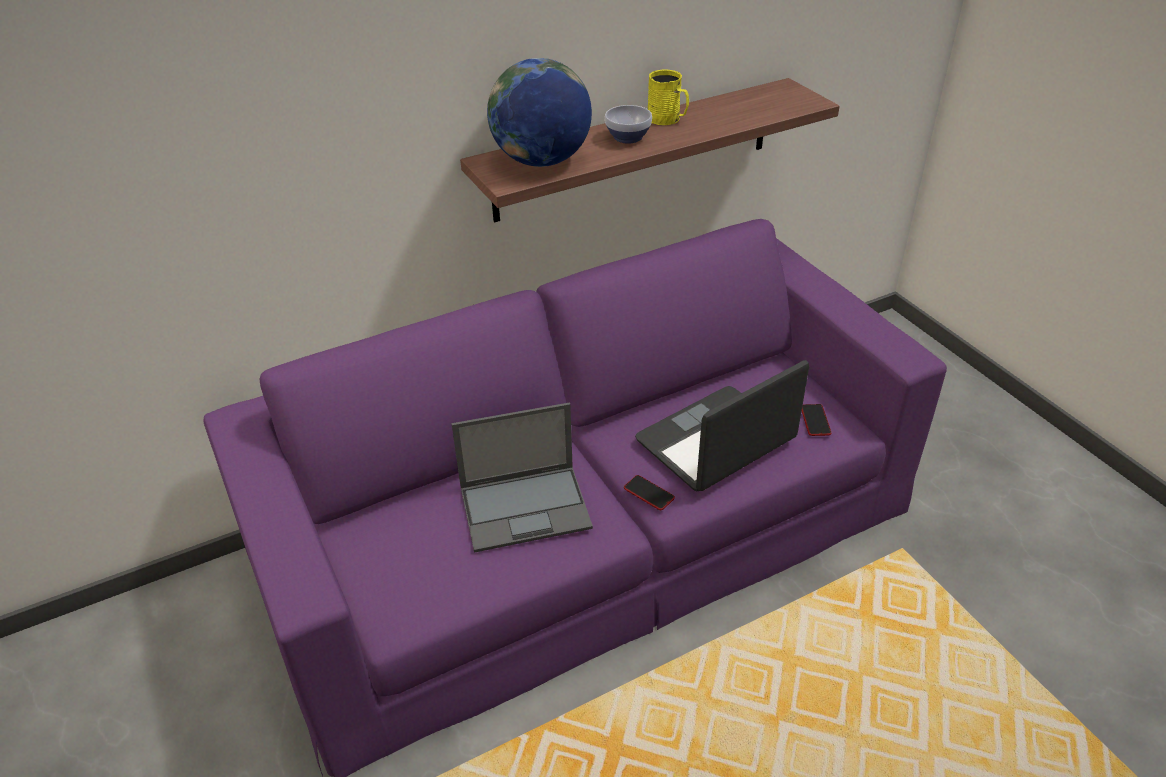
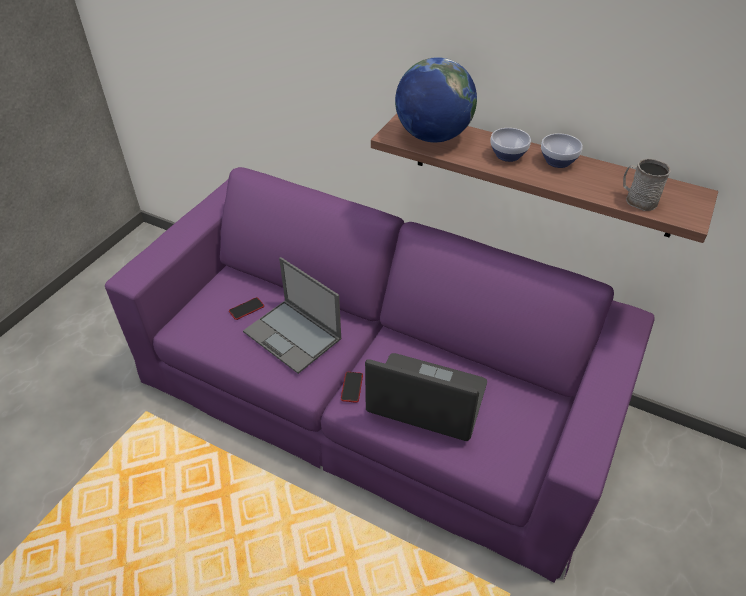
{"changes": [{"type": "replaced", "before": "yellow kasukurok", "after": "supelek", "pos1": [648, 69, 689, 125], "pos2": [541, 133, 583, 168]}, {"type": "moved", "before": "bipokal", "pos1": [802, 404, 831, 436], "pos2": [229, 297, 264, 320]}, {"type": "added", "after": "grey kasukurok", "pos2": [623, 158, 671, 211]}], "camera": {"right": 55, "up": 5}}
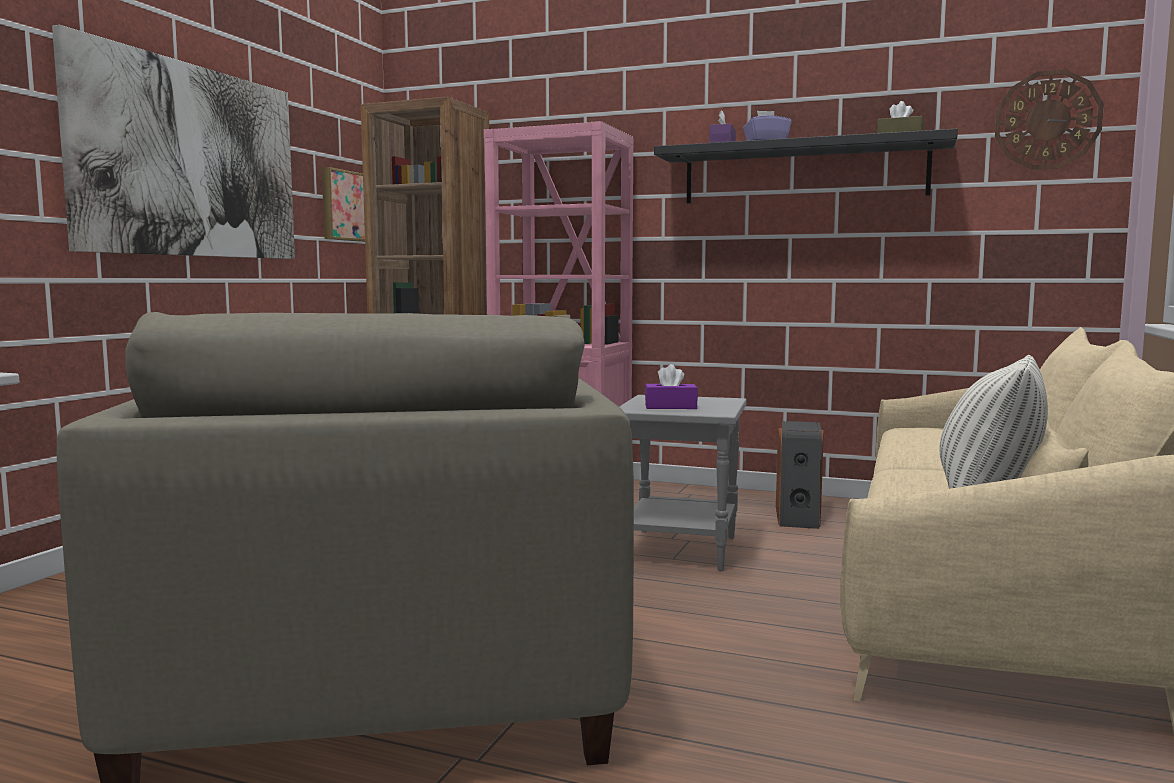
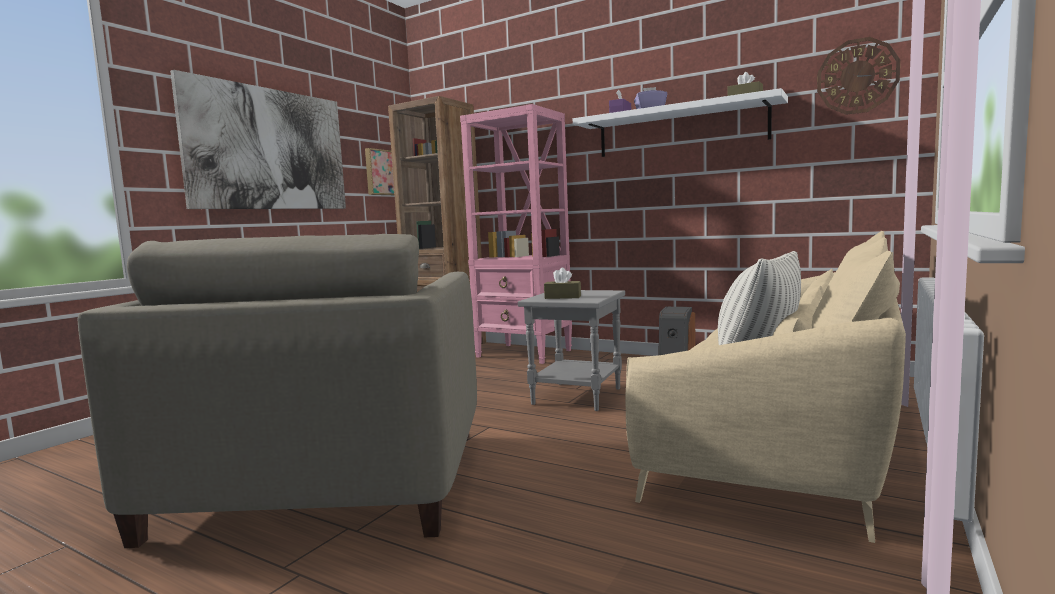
{"changes": [{"type": "recoloured", "before": "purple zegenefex", "after": "brown zegenefex", "pos1": [645, 364, 698, 409], "pos2": [544, 268, 581, 299]}, {"type": "recoloured", "before": "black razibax", "after": "white razibax", "pos1": [654, 129, 958, 203], "pos2": [573, 88, 788, 157]}], "camera": {"right": 10, "up": 0}}
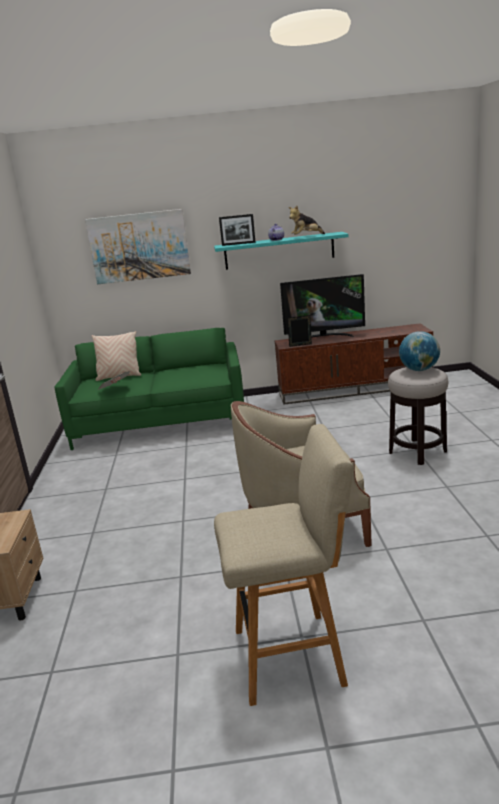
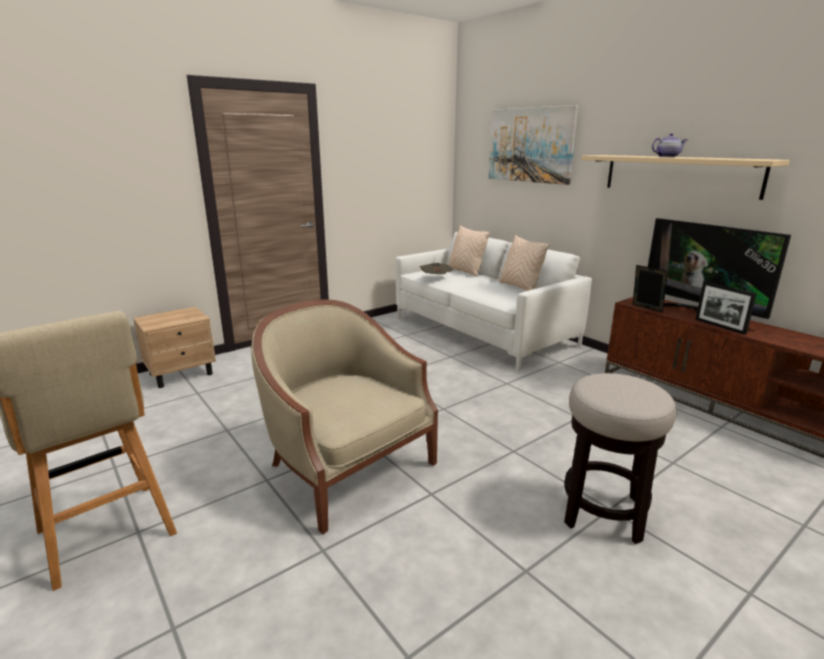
{"changes": [{"type": "recoloured", "before": "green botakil", "after": "white botakil", "pos1": [54, 328, 244, 450], "pos2": [396, 232, 592, 371]}, {"type": "recoloured", "before": "turquoise razibax", "after": "beige razibax", "pos1": [214, 232, 348, 270], "pos2": [581, 155, 789, 200]}, {"type": "moved", "before": "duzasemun", "pos1": [219, 214, 256, 246], "pos2": [695, 281, 757, 335]}, {"type": "removed", "before": "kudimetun", "pos1": [289, 206, 325, 235]}, {"type": "removed", "before": "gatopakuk", "pos1": [399, 331, 440, 371]}, {"type": "added", "after": "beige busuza", "pos2": [499, 235, 550, 291]}], "camera": {"right": 55, "up": 0}}
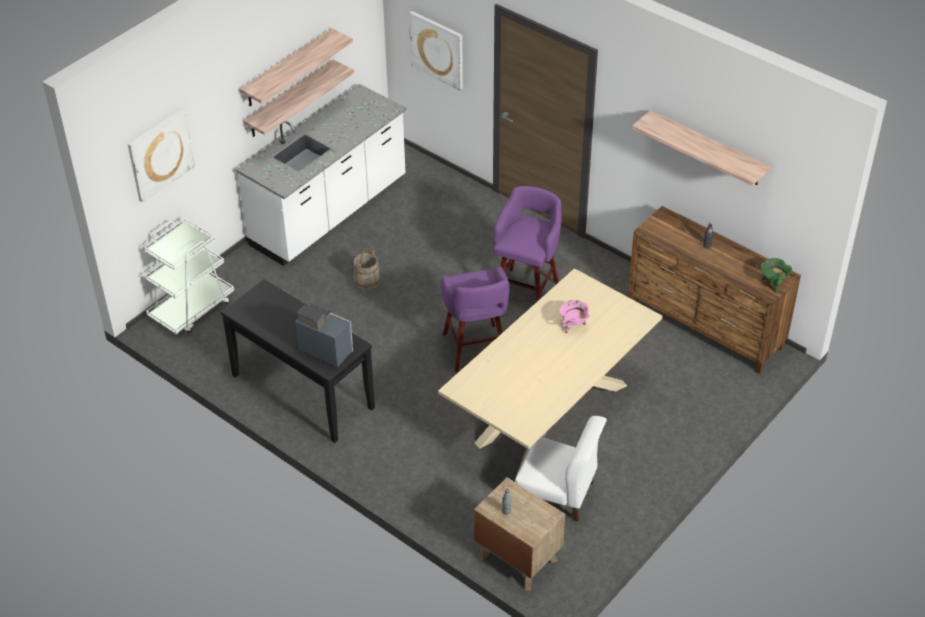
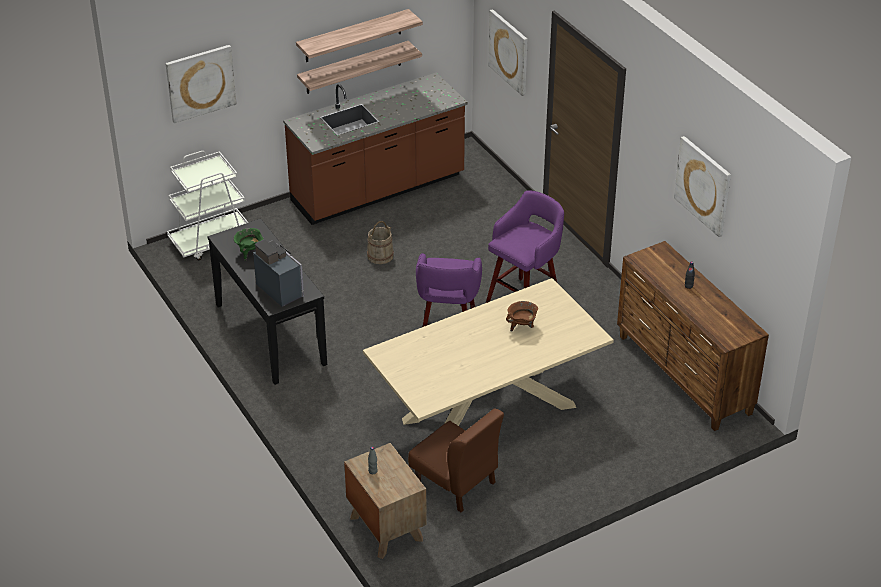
{"changes": [{"type": "recoloured", "before": "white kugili", "after": "brown kugili", "pos1": [236, 84, 407, 266], "pos2": [283, 73, 468, 225]}, {"type": "recoloured", "before": "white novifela", "after": "brown novifela", "pos1": [515, 416, 607, 521], "pos2": [408, 408, 504, 512]}, {"type": "recoloured", "before": "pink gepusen", "after": "brown gepusen", "pos1": [559, 300, 590, 333], "pos2": [506, 301, 538, 332]}, {"type": "replaced", "before": "razibax", "after": "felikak", "pos1": [632, 110, 771, 186], "pos2": [674, 136, 731, 237]}, {"type": "moved", "before": "green gepusen", "pos1": [761, 258, 792, 293], "pos2": [234, 228, 264, 261]}], "camera": {"right": 20, "up": -5}}
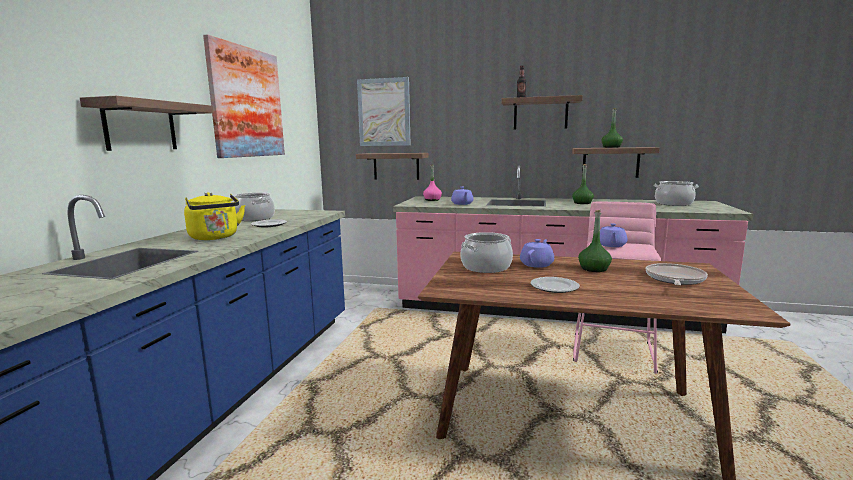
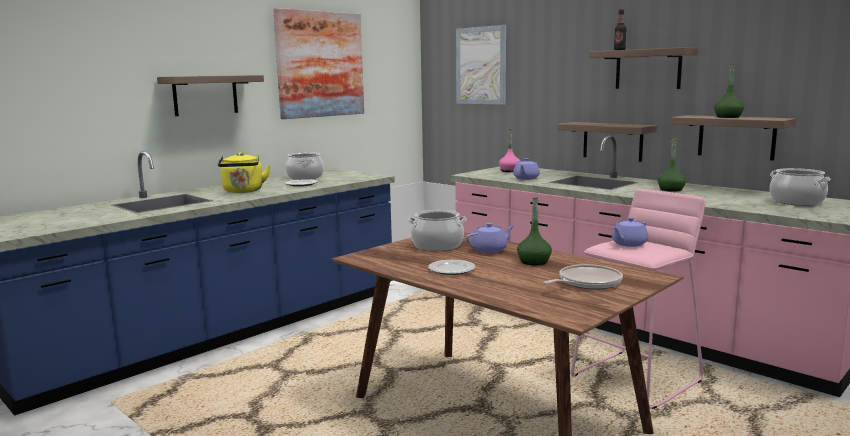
{"changes": [{"type": "moved", "before": "razibax", "pos1": [356, 153, 428, 180], "pos2": [557, 122, 657, 162]}], "camera": {"right": 30, "up": 0}}
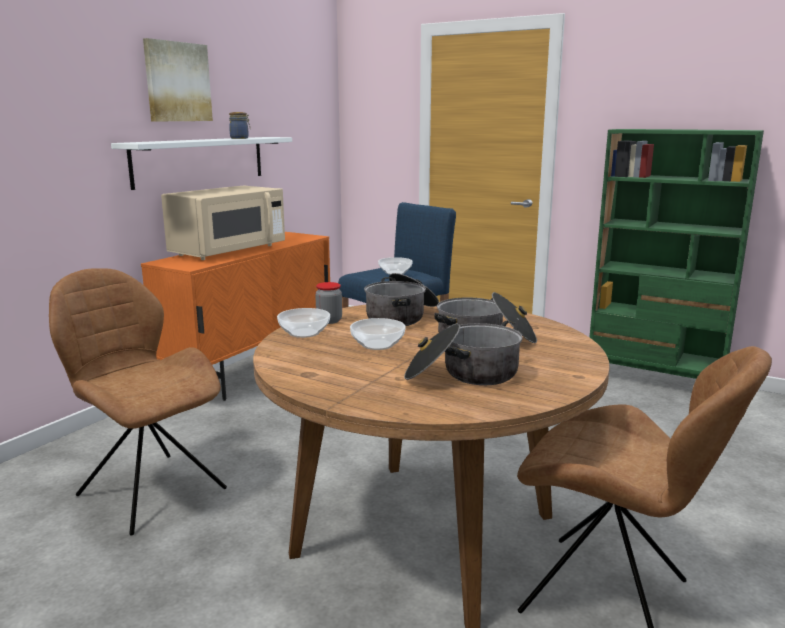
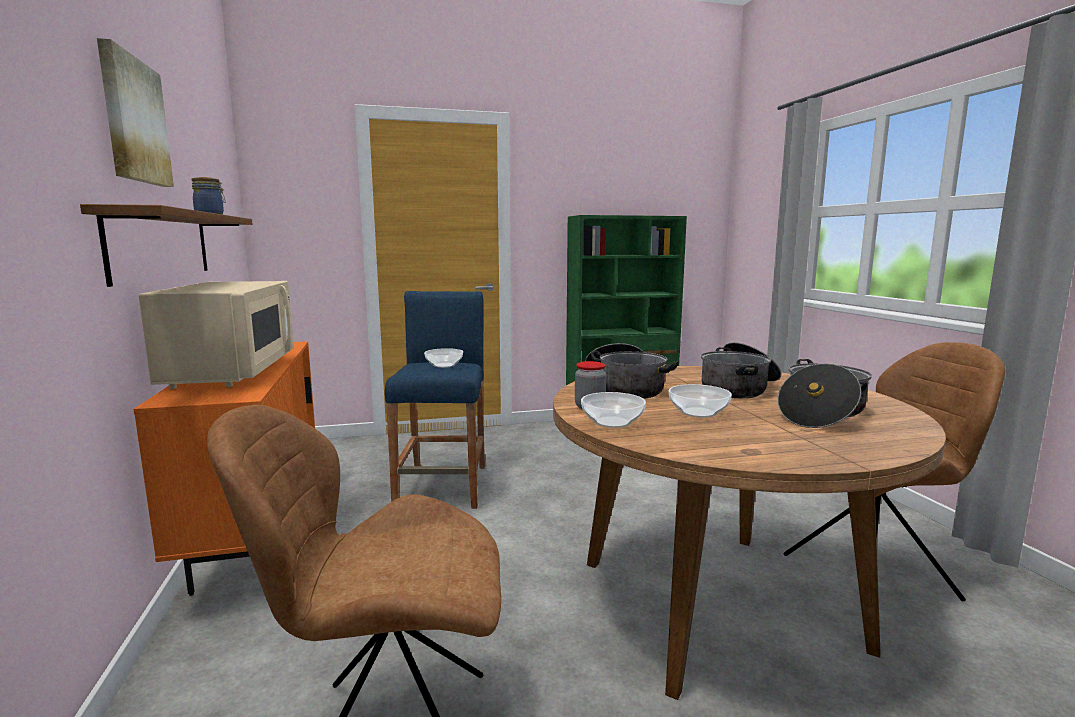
{"changes": [{"type": "recoloured", "before": "white razibax", "after": "brown razibax", "pos1": [111, 137, 292, 190], "pos2": [80, 204, 253, 287]}], "camera": {"right": -45, "up": -5}}
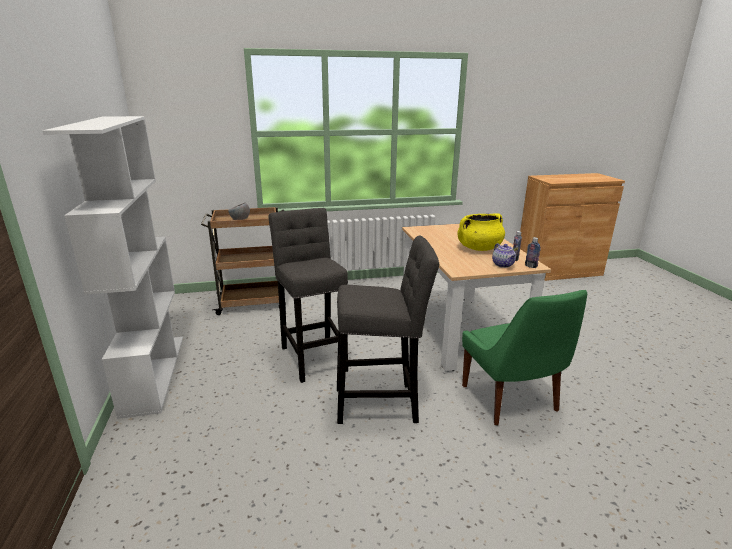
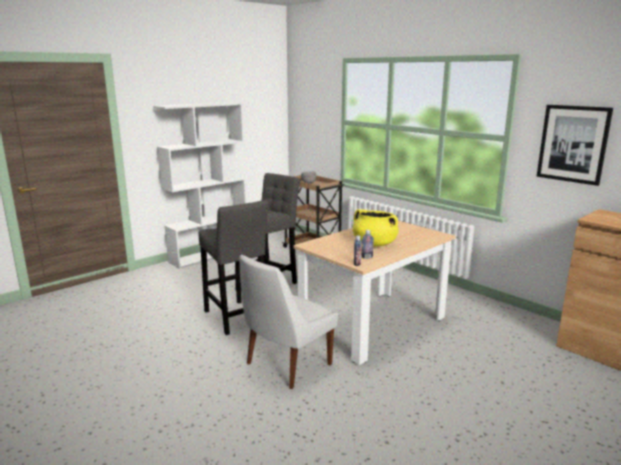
{"changes": [{"type": "recoloured", "before": "green novifela", "after": "white novifela", "pos1": [462, 290, 587, 425], "pos2": [239, 255, 338, 389]}, {"type": "removed", "before": "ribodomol", "pos1": [492, 243, 516, 268]}, {"type": "added", "after": "felikak", "pos2": [537, 105, 613, 186]}], "camera": {"right": 60, "up": -5}}
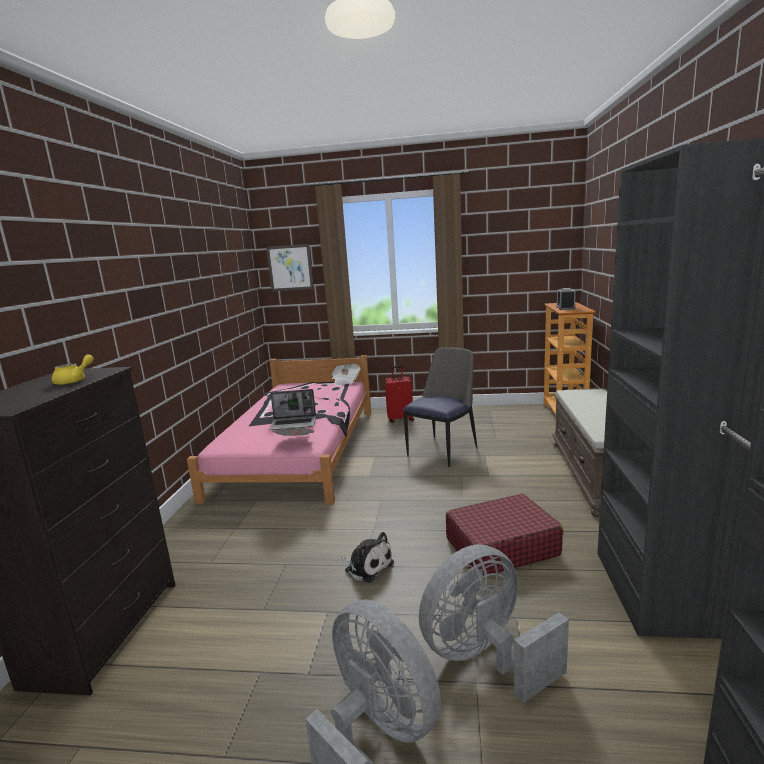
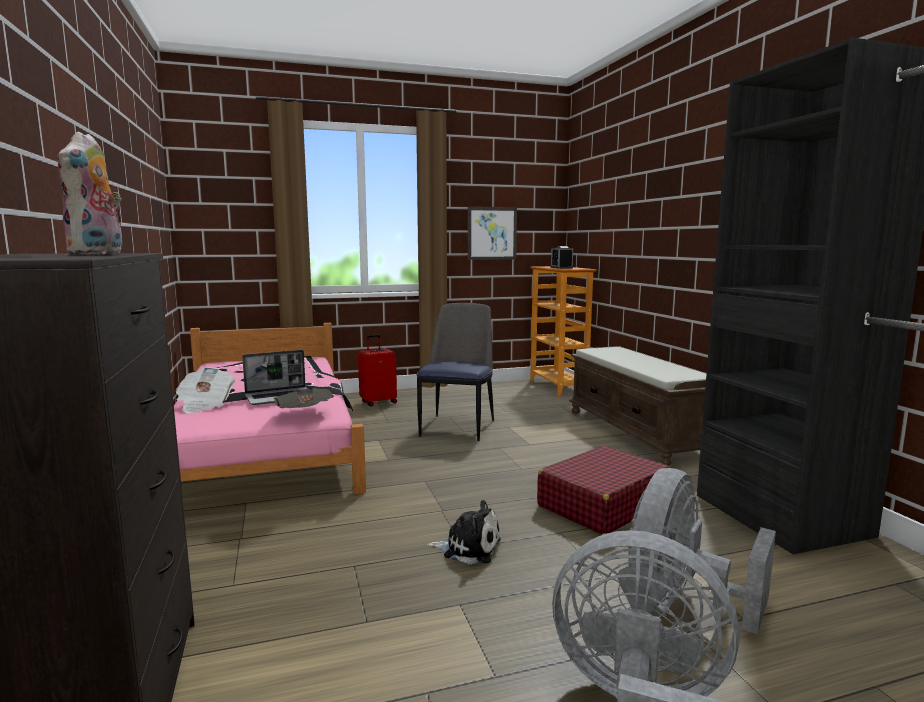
{"changes": [{"type": "replaced", "before": "yellow ribodomol", "after": "kudimetun", "pos1": [52, 354, 94, 385], "pos2": [58, 131, 122, 255]}, {"type": "moved", "before": "felikak", "pos1": [266, 244, 314, 291], "pos2": [468, 207, 517, 260]}, {"type": "moved", "before": "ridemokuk", "pos1": [332, 364, 361, 386], "pos2": [175, 367, 235, 413]}], "camera": {"right": -25, "up": -5}}
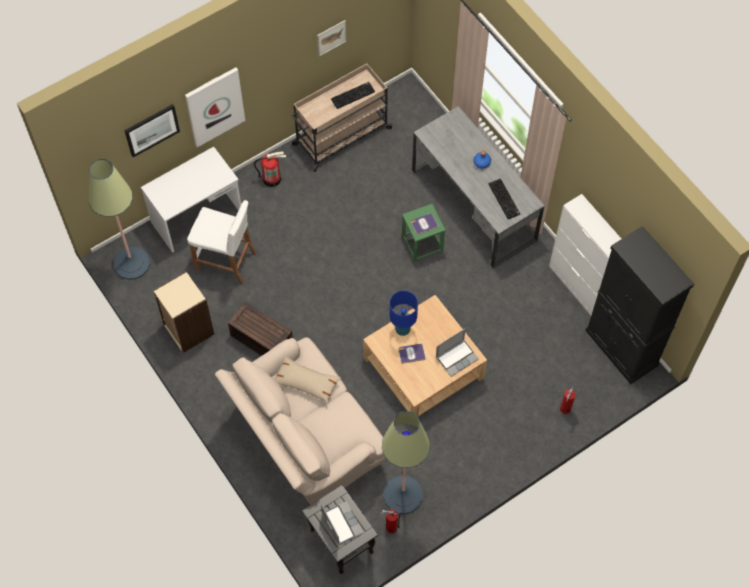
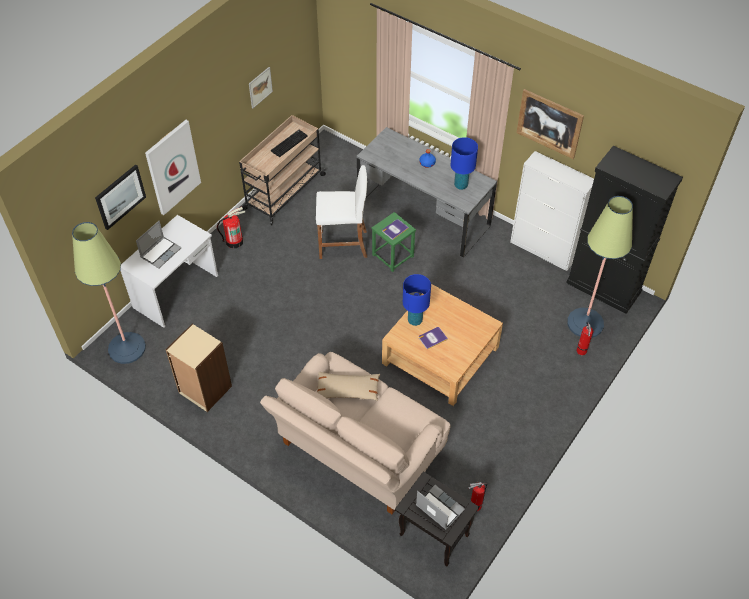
{"changes": [{"type": "moved", "before": "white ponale", "pos1": [187, 200, 256, 284], "pos2": [316, 165, 367, 259]}, {"type": "removed", "before": "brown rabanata", "pos1": [228, 302, 293, 356]}, {"type": "moved", "before": "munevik", "pos1": [382, 411, 430, 514], "pos2": [567, 196, 633, 338]}, {"type": "moved", "before": "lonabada", "pos1": [436, 328, 479, 377], "pos2": [136, 221, 181, 268]}, {"type": "replaced", "before": "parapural", "after": "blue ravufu", "pos1": [489, 179, 520, 219], "pos2": [451, 137, 478, 190]}, {"type": "added", "after": "felikak", "pos2": [516, 89, 584, 159]}], "camera": {"right": -20, "up": -10}}
